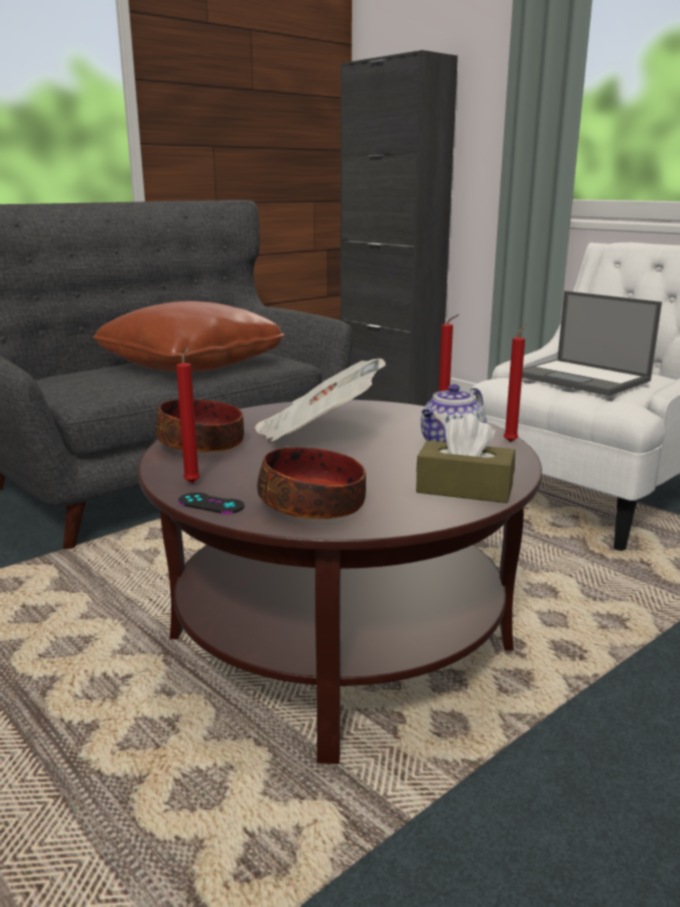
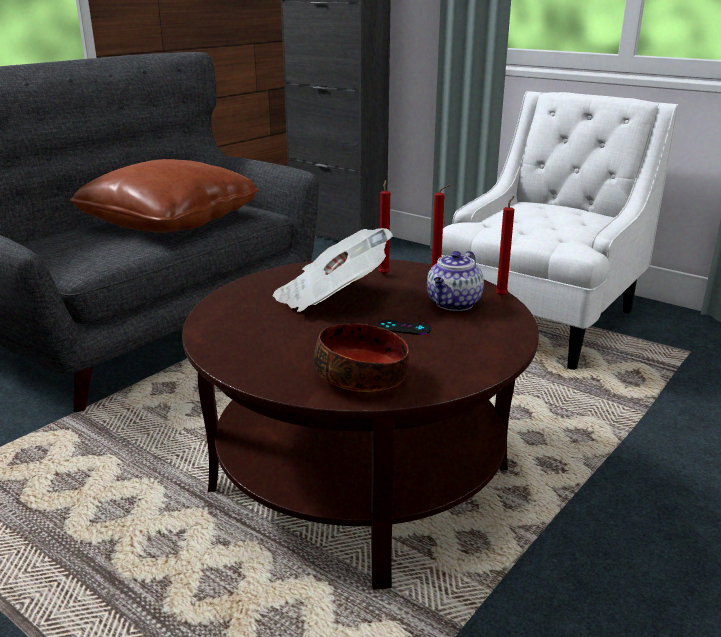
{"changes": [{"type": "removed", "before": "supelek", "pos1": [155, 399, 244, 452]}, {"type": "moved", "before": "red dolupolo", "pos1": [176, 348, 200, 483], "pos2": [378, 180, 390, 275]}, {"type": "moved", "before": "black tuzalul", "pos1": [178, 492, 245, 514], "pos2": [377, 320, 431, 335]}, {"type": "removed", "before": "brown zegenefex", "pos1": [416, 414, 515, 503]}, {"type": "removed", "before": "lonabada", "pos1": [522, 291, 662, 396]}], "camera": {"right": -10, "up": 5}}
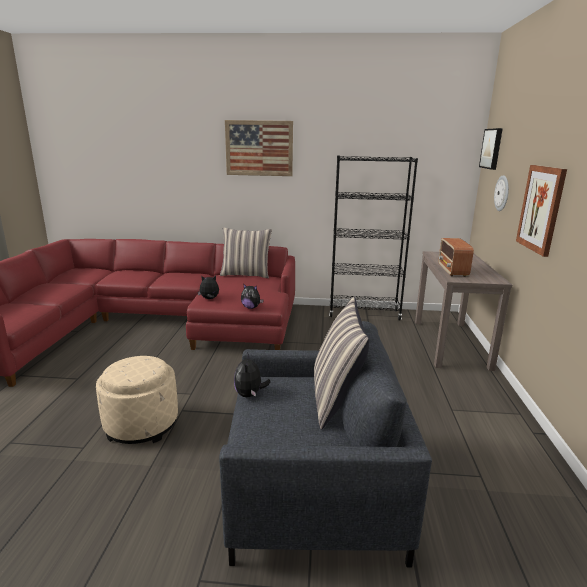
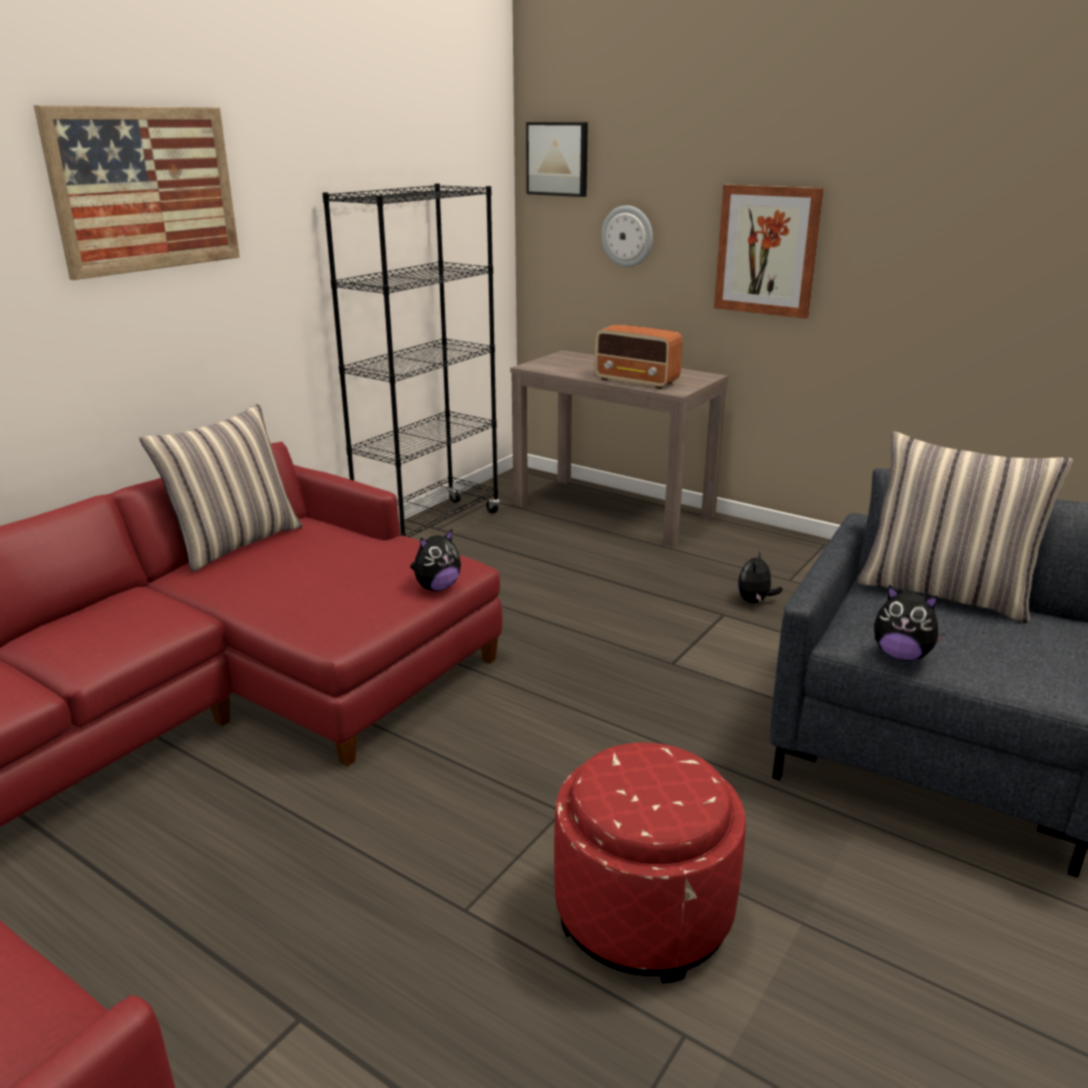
{"changes": [{"type": "recoloured", "before": "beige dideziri", "after": "red dideziri", "pos1": [96, 356, 178, 444], "pos2": [554, 742, 746, 983]}, {"type": "moved", "before": "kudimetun", "pos1": [197, 276, 219, 299], "pos2": [738, 551, 783, 603]}], "camera": {"right": -60, "up": 5}}
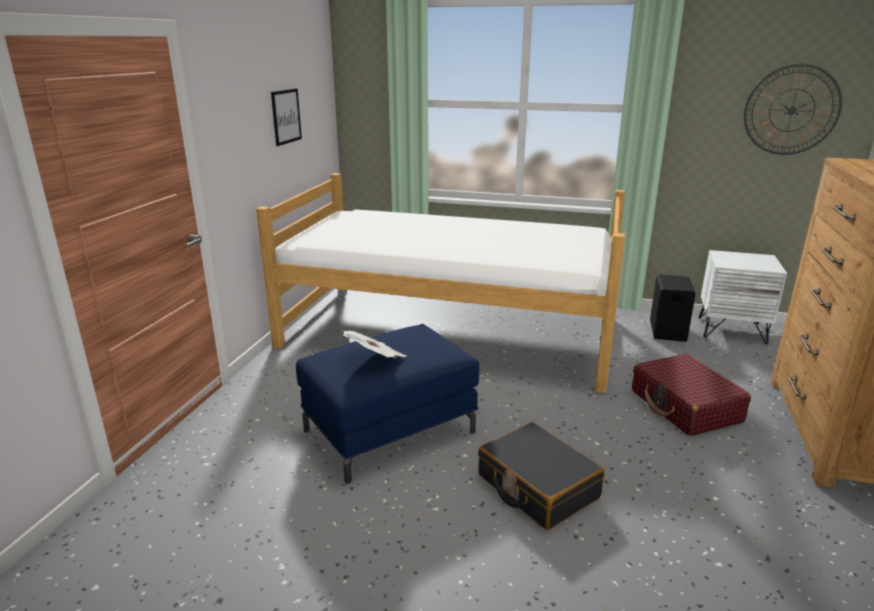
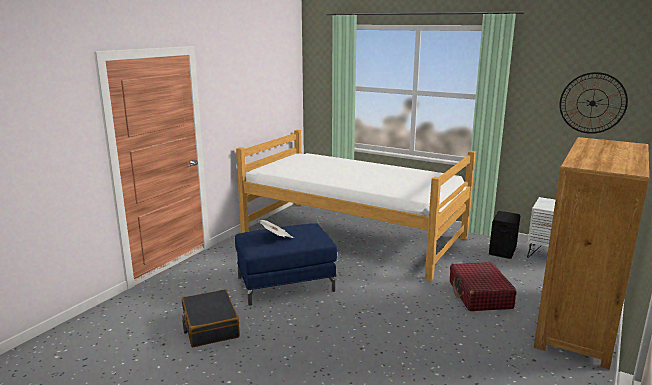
{"changes": [{"type": "removed", "before": "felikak", "pos1": [271, 88, 302, 146]}, {"type": "moved", "before": "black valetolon", "pos1": [478, 422, 605, 530], "pos2": [182, 289, 240, 347]}], "camera": {"right": 15, "up": -5}}
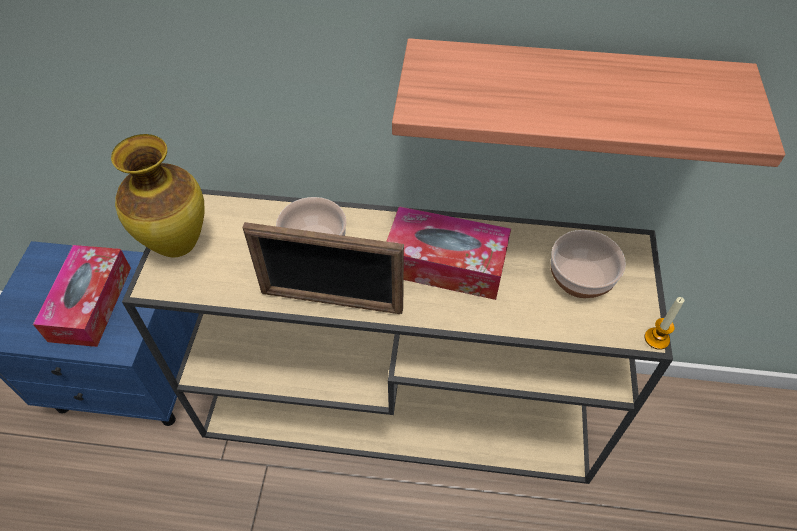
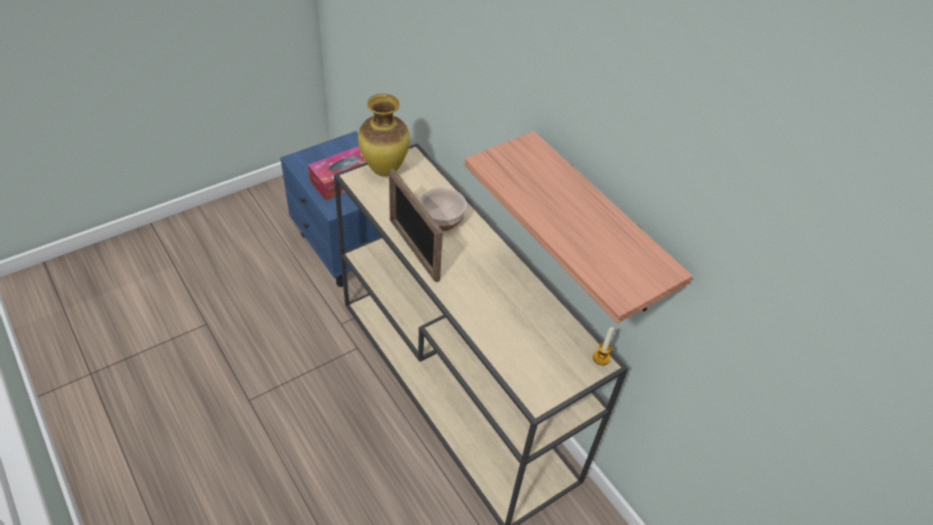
{"changes": [{"type": "removed", "before": "zegenefex", "pos1": [386, 206, 511, 300]}, {"type": "removed", "before": "supelek", "pos1": [551, 230, 626, 298]}, {"type": "moved", "before": "dolupolo", "pos1": [645, 297, 684, 350], "pos2": [593, 327, 614, 365]}], "camera": {"right": 45, "up": -5}}
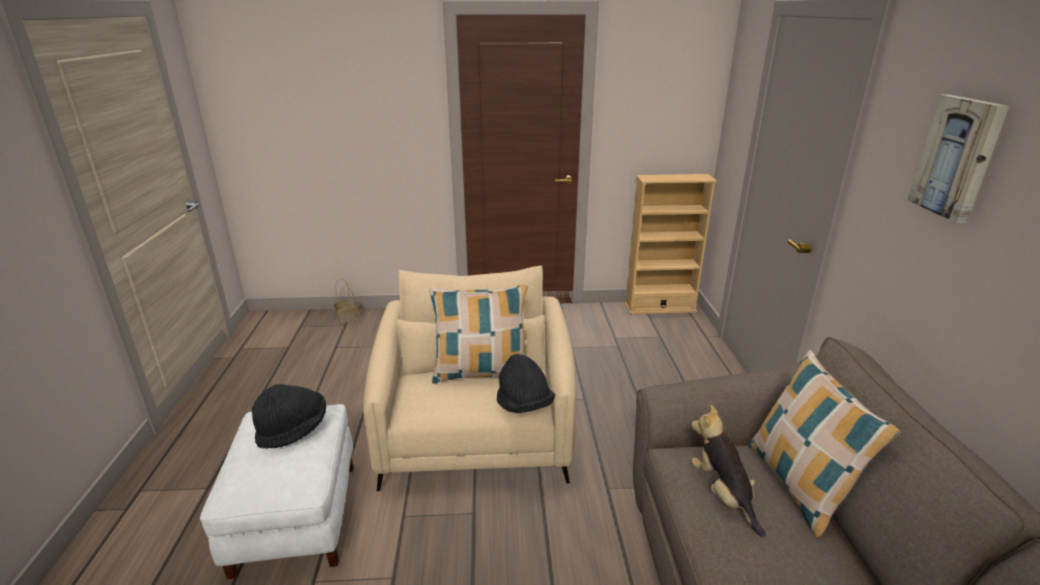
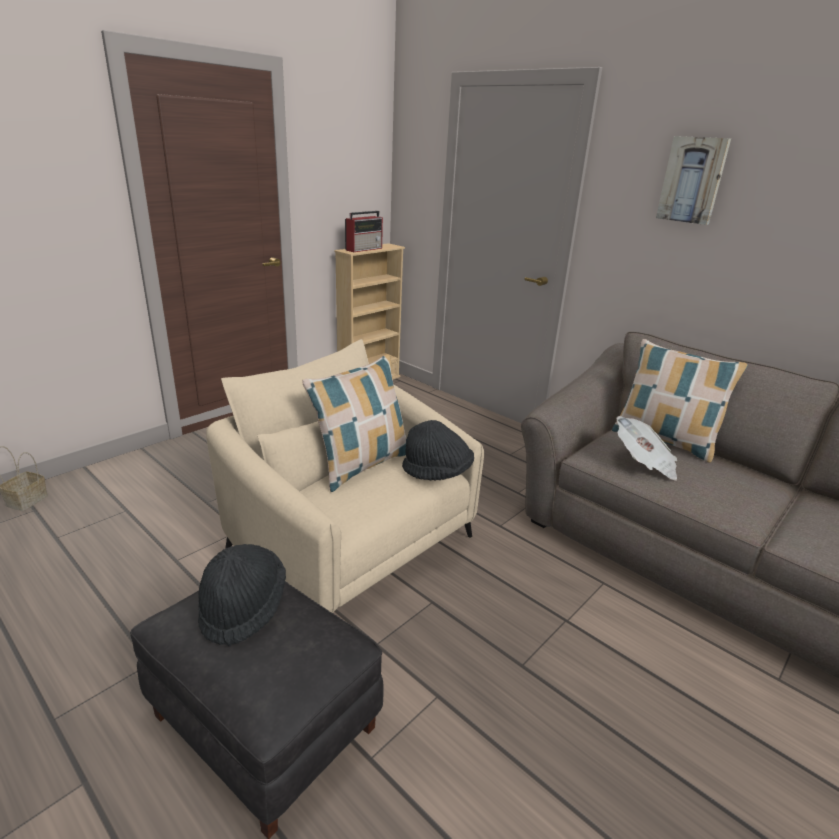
{"changes": [{"type": "recoloured", "before": "white dideziri", "after": "black dideziri", "pos1": [200, 404, 353, 579], "pos2": [130, 581, 384, 839]}, {"type": "replaced", "before": "kudimetun", "after": "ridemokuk", "pos1": [691, 405, 766, 537], "pos2": [616, 416, 677, 480]}, {"type": "added", "after": "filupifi", "pos2": [345, 211, 383, 252]}], "camera": {"right": -45, "up": 0}}
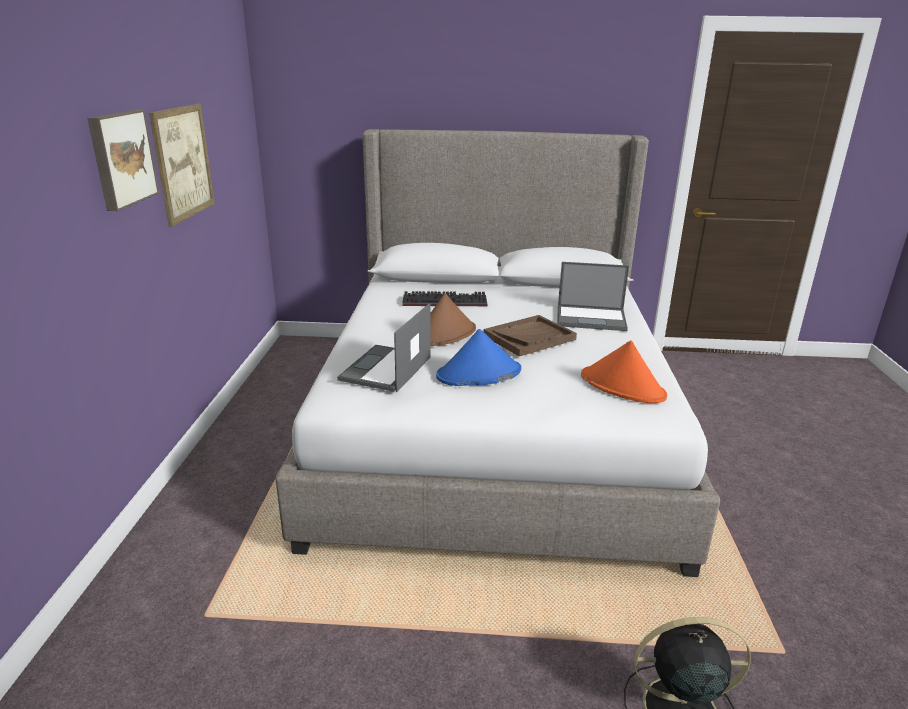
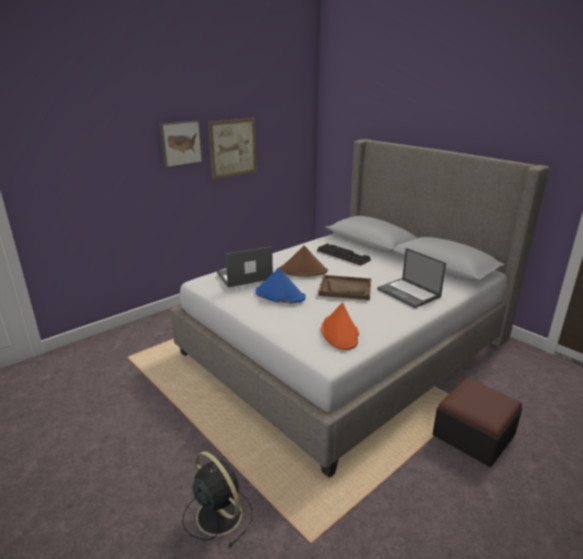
{"changes": [{"type": "added", "after": "dideziri", "pos2": [433, 378, 522, 467]}], "camera": {"right": 45, "up": 0}}
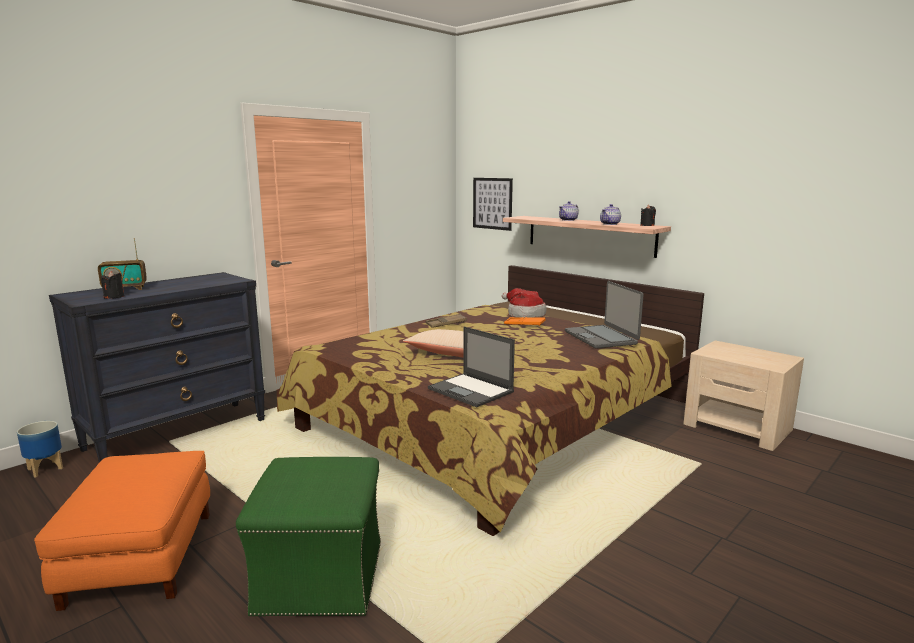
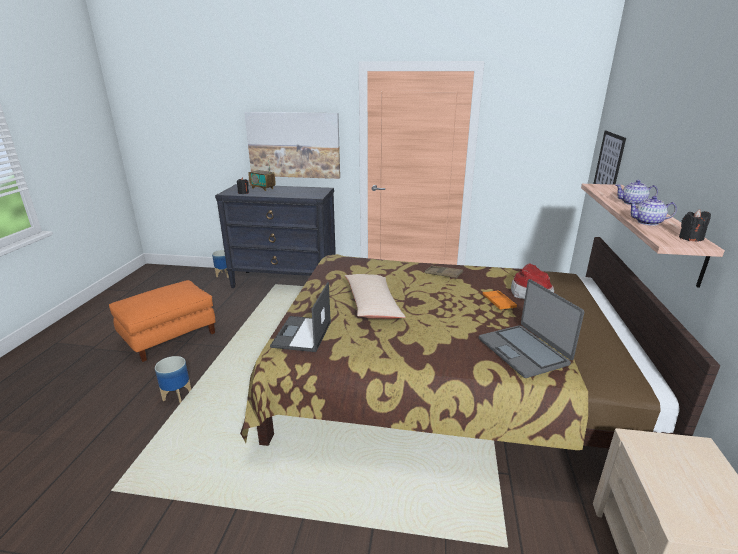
{"changes": [{"type": "replaced", "before": "green dideziri", "after": "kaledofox", "pos1": [236, 457, 381, 616], "pos2": [155, 356, 191, 403]}, {"type": "turned", "before": "lonabada", "pos1": [565, 281, 644, 349], "pos2": [479, 279, 584, 378], "turn": -60}, {"type": "added", "after": "felikak", "pos2": [244, 112, 340, 179]}], "camera": {"right": 55, "up": 10}}
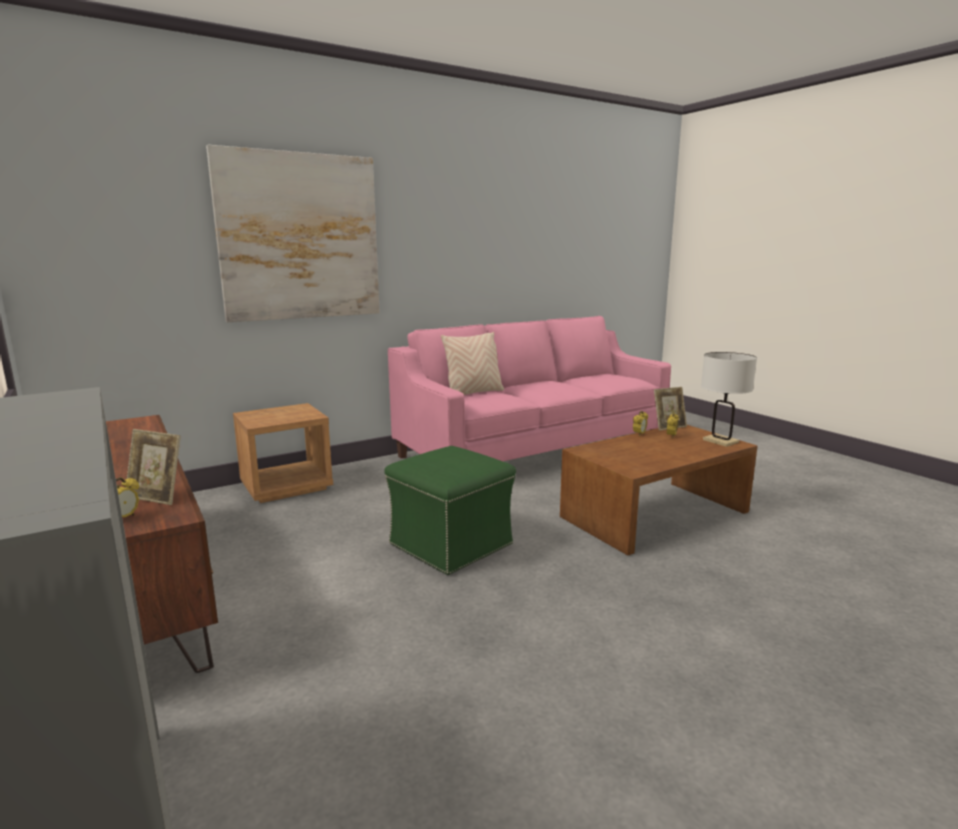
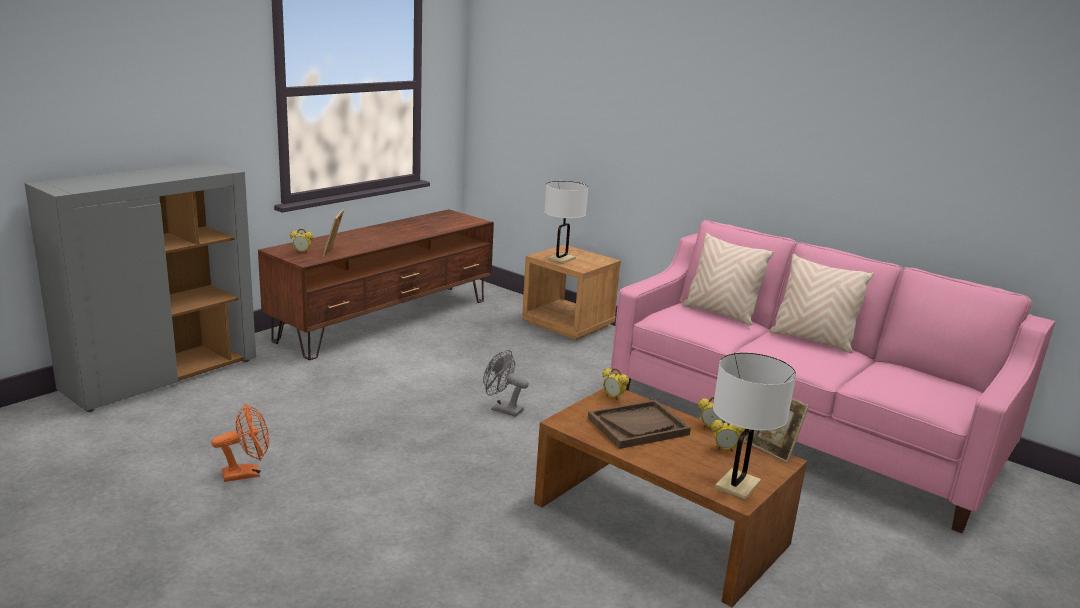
{"changes": [{"type": "removed", "before": "felikak", "pos1": [206, 145, 380, 322]}, {"type": "replaced", "before": "green dideziri", "after": "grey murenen", "pos1": [384, 446, 516, 575], "pos2": [483, 350, 529, 417]}, {"type": "added", "after": "orange murenen", "pos2": [211, 404, 269, 482]}, {"type": "added", "after": "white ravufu", "pos2": [544, 181, 588, 264]}, {"type": "added", "after": "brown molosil", "pos2": [588, 400, 691, 449]}, {"type": "added", "after": "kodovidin", "pos2": [602, 368, 629, 401]}, {"type": "added", "after": "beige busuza", "pos2": [769, 254, 874, 353]}], "camera": {"right": 70, "up": 5}}
